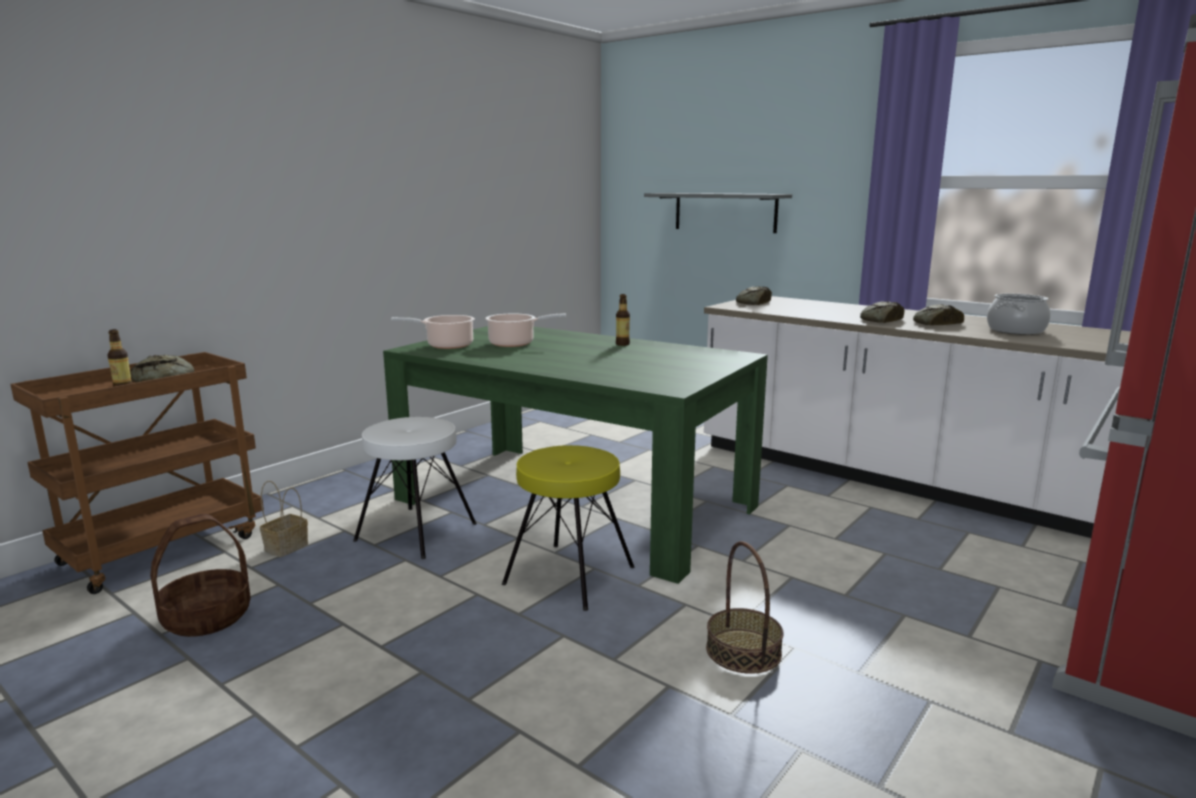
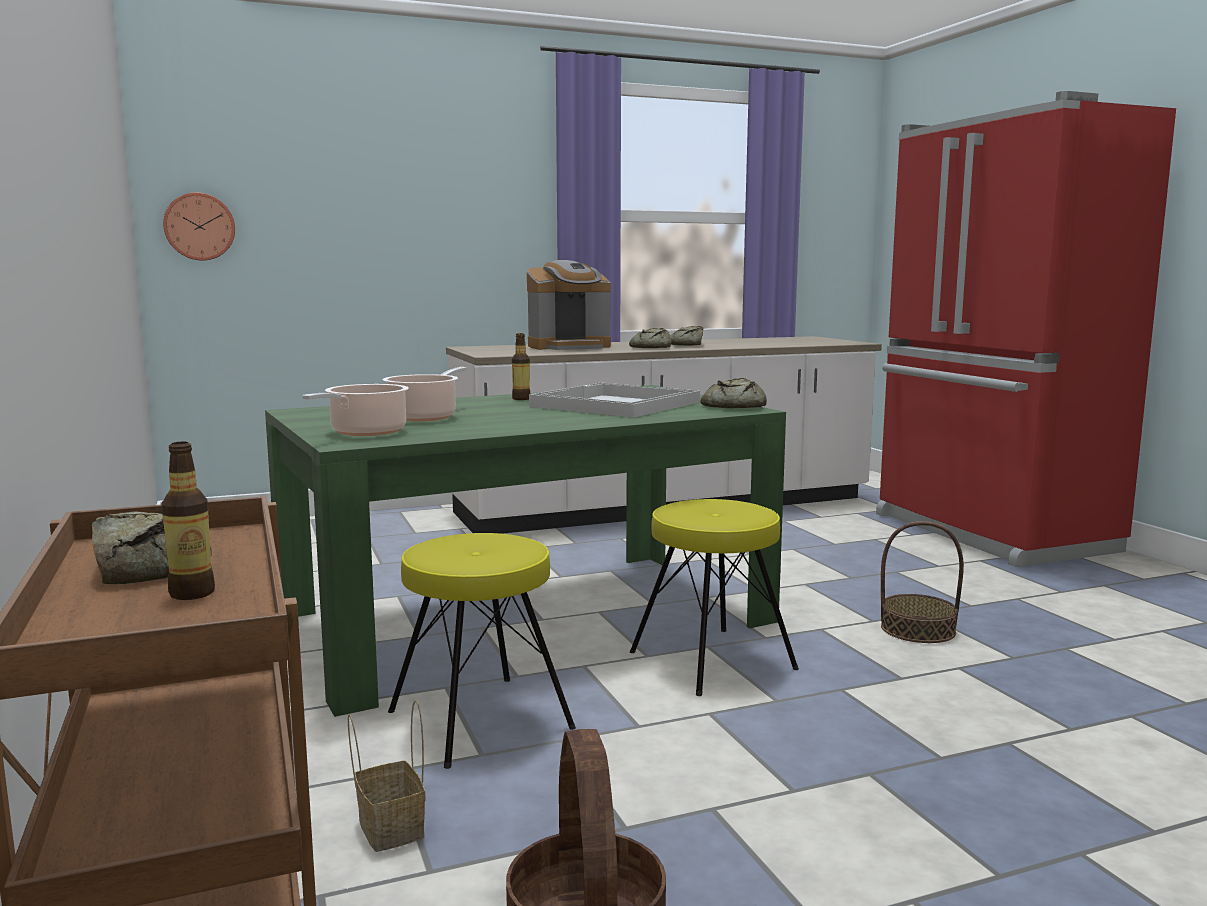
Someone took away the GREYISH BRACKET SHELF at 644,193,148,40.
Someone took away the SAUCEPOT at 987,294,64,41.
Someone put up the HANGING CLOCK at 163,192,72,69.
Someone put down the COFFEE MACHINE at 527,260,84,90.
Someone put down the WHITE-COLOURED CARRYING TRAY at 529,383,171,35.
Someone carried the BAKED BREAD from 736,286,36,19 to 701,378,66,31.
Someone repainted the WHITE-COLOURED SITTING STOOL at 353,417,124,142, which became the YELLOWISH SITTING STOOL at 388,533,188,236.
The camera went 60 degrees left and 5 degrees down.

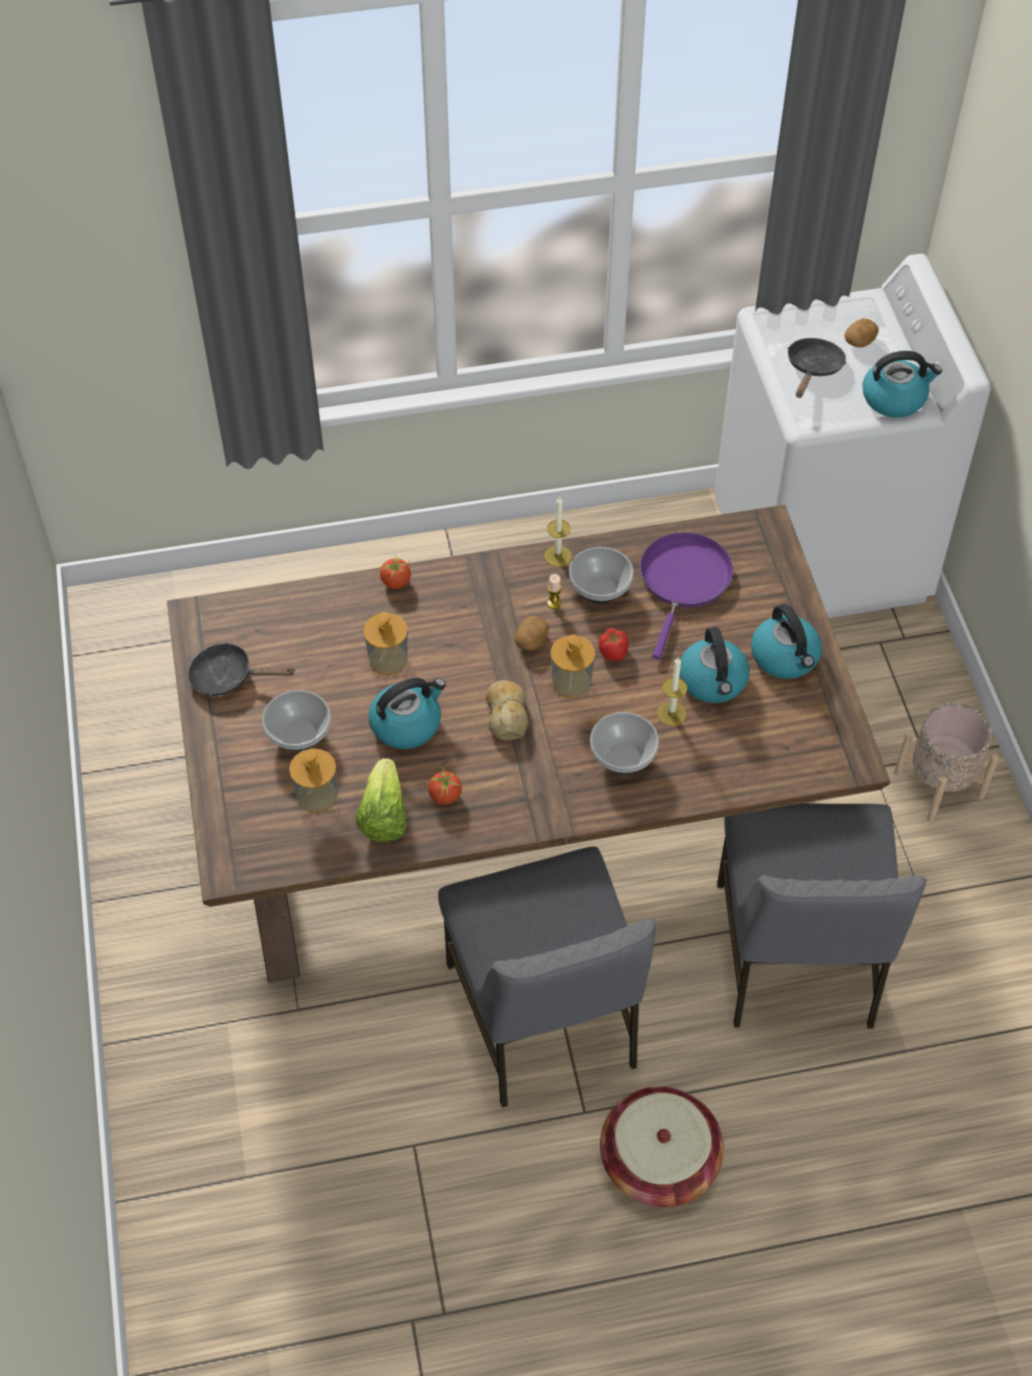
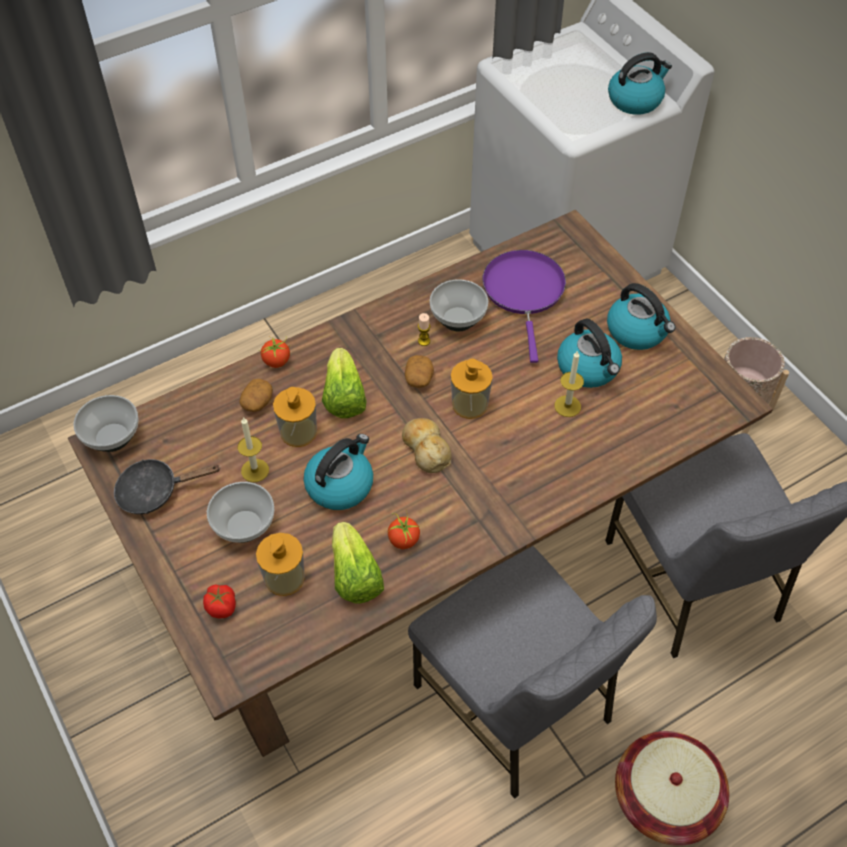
Someone took away the BLACKISH PAN at 788,338,58,60.
Someone put down the LETTUCE at 322,348,45,70.
Someone carried the CANDLE from 544,497,28,70 to 238,417,31,65.
Someone carried the DEEP DISH from 590,712,69,62 to 73,395,65,57.
Someone carried the TOMATO from 598,628,31,33 to 203,585,33,34.
Someone carried the SPUD from 844,318,35,30 to 239,379,34,33.
The camera went 20 degrees left and 0 degrees up.

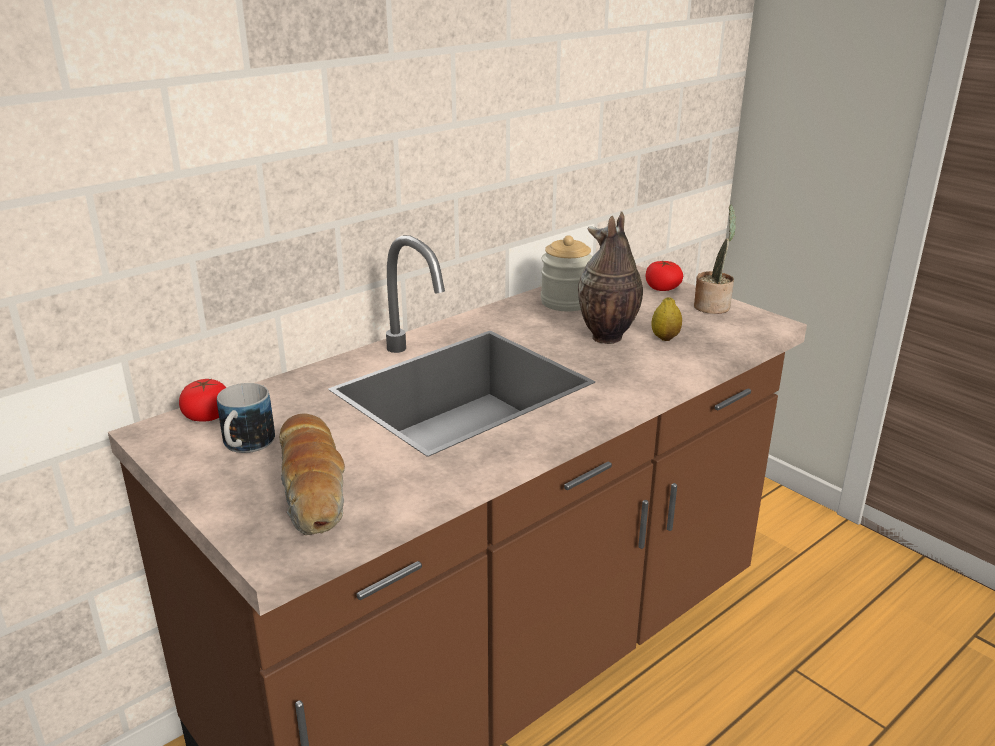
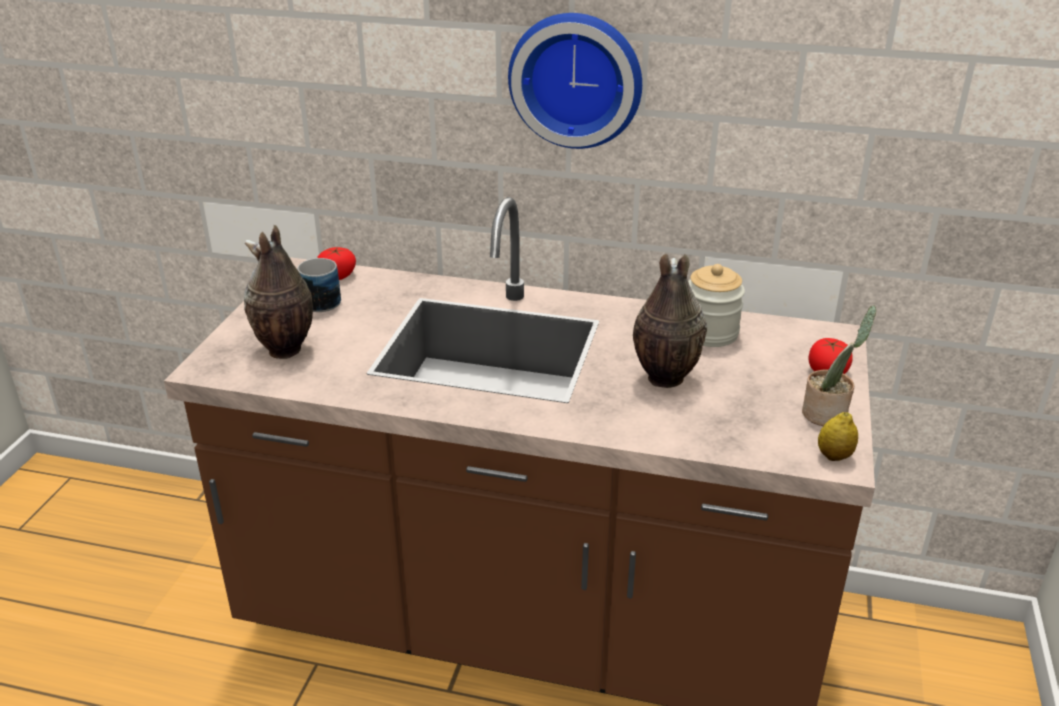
Someone put up the HANGING CLOCK at 508,13,134,136.
Someone carried the LEMON from 652,297,30,44 to 818,412,40,49.
Someone swapped the BAKED BREAD at 279,414,66,121 for the FLOWER VASE at 244,225,69,134.
The camera went 55 degrees right and 5 degrees up.

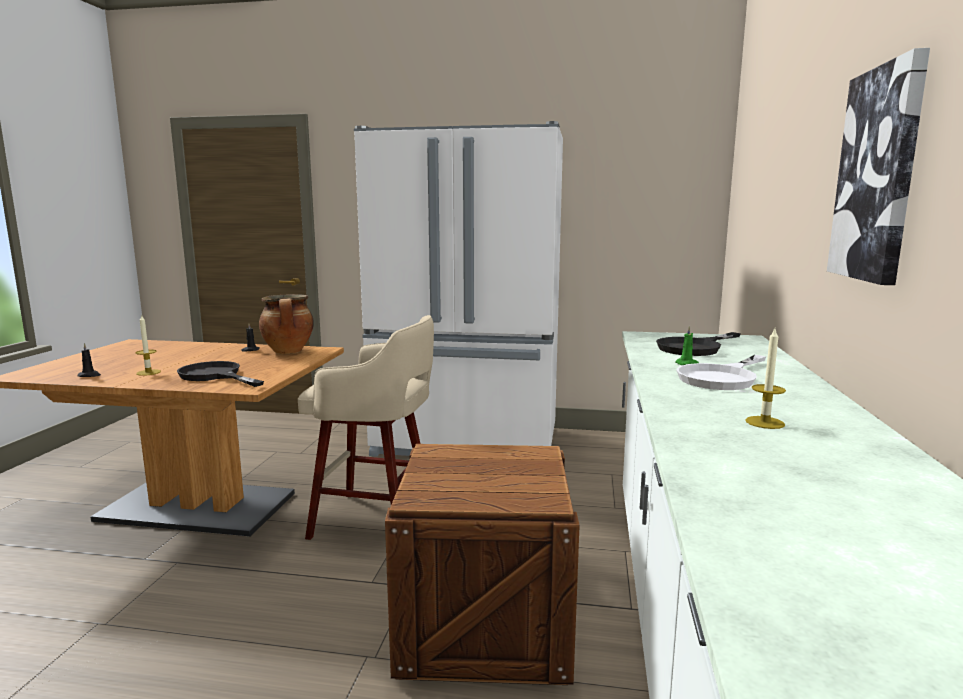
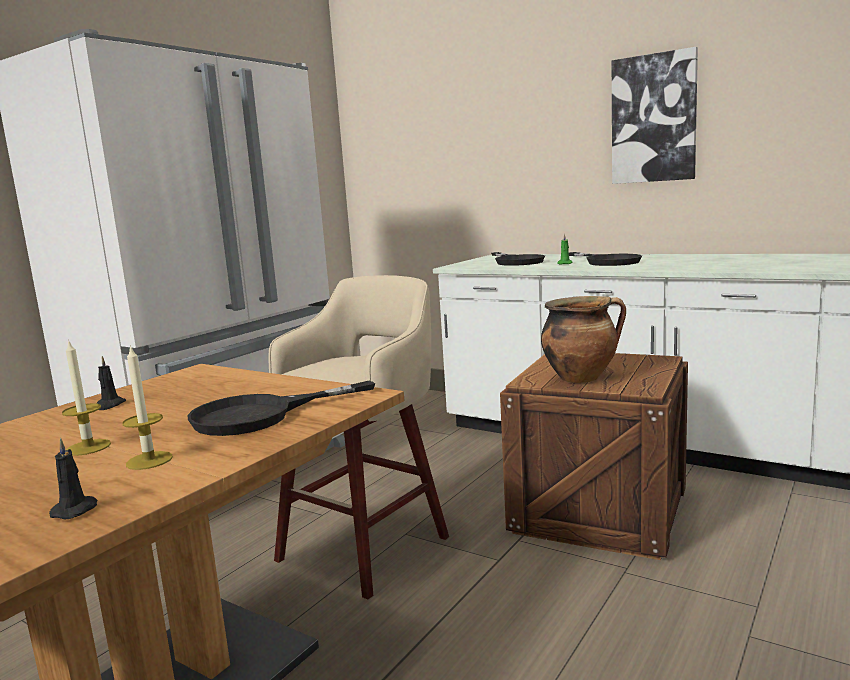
Someone carried the SAUCEPOT from 259,294,55,60 to 541,296,85,87.
Someone carried the CANDLE from 745,329,41,100 to 62,339,49,117.
Someone repainted the WHITE-COLOURED PAN at 677,355,89,35, which became the BLACKISH PAN at 569,252,73,14.
The camera went 65 degrees left and 0 degrees up.

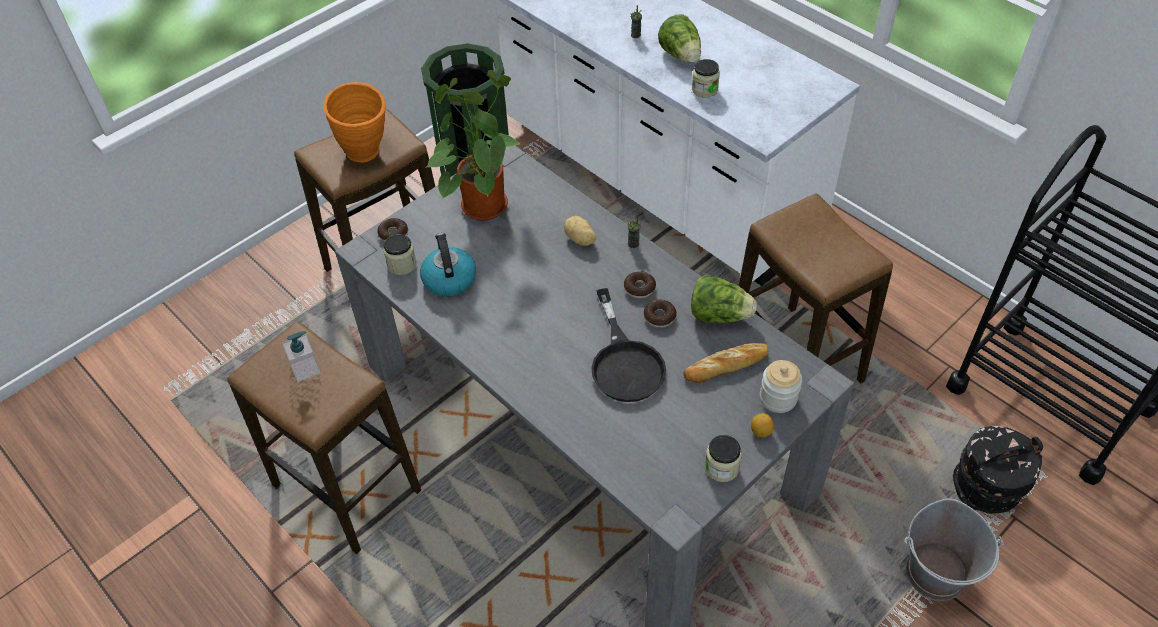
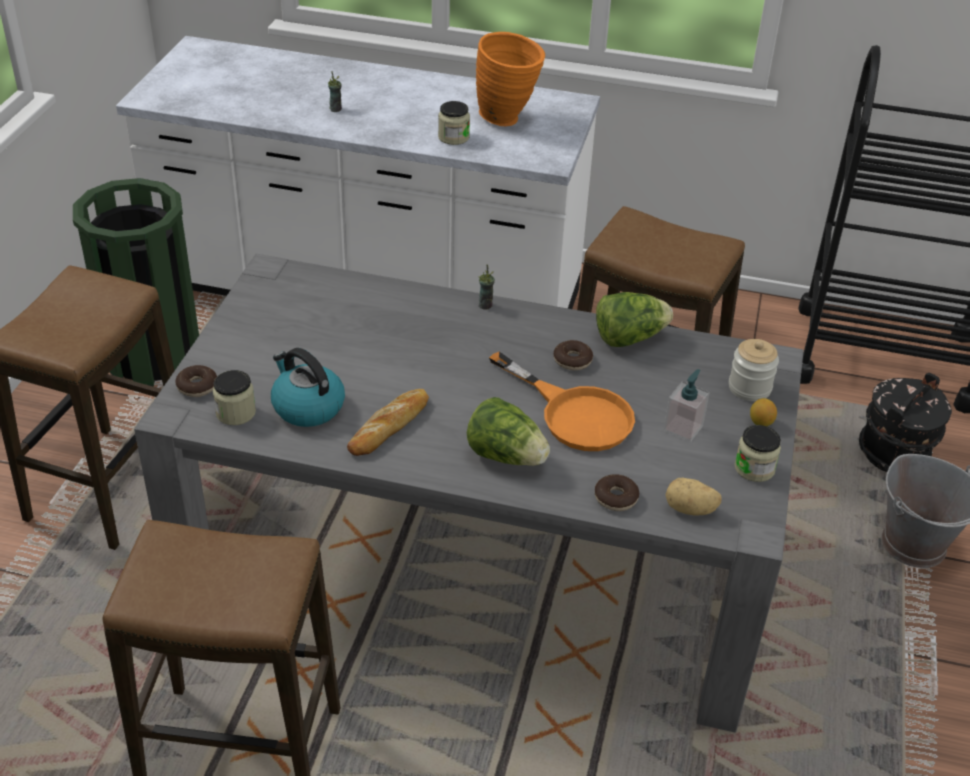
Someone took away the POTTED PLANT at 425,70,96,151.
Someone carried the SOAP DISPENSER from 282,331,39,51 to 664,369,46,73.
Someone carried the ORANGE FLOWER VASE from 323,82,63,81 to 476,32,69,94.
Someone carried the SPUD from 564,216,32,30 to 665,478,56,38.
Someone carried the RING DOUGHNUT from 624,271,32,28 to 595,474,44,37.
Someone carried the LETTUCE from 658,14,43,49 to 467,397,83,69.
Someone carried the BAKED BREAD from 684,343,84,40 to 347,389,82,67.
Someone repainted the BLACKISH PAN at 591,288,75,114, which became the ORANGE PAN at 489,352,146,99.
The camera went 35 degrees left and 10 degrees down.

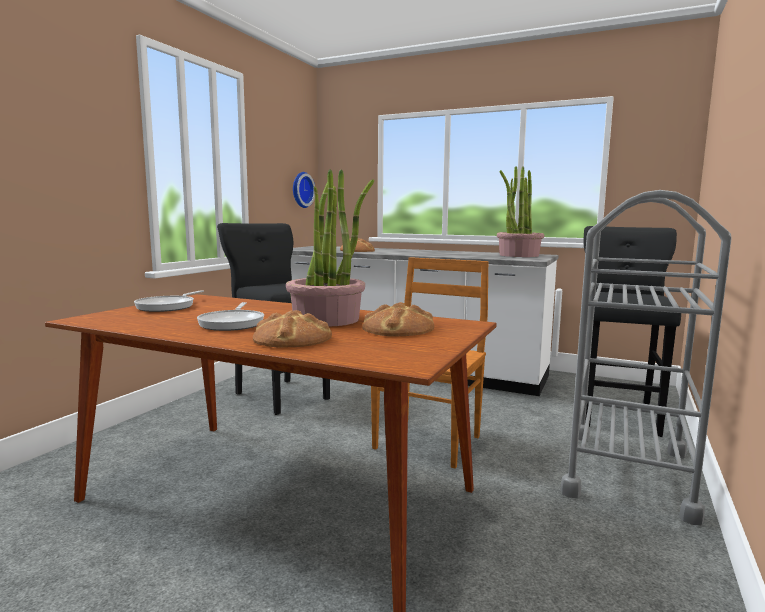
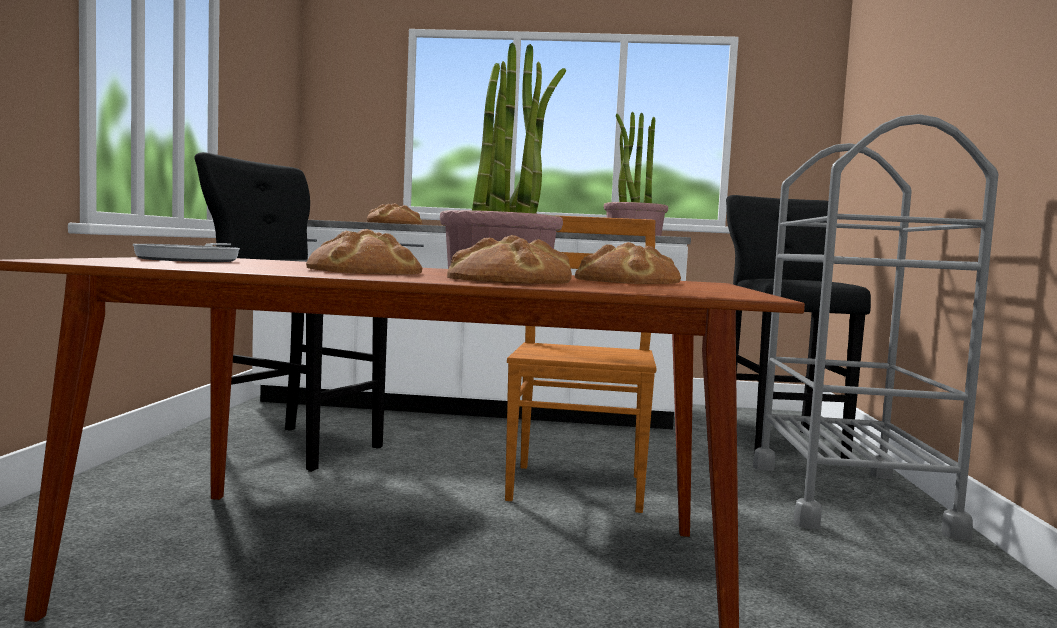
Someone took away the HANGING CLOCK at 293,172,22,36.
Someone swapped the PAN at 197,302,67,29 for the BAKED BREAD at 306,229,116,46.
The camera went 20 degrees left and 5 degrees down.

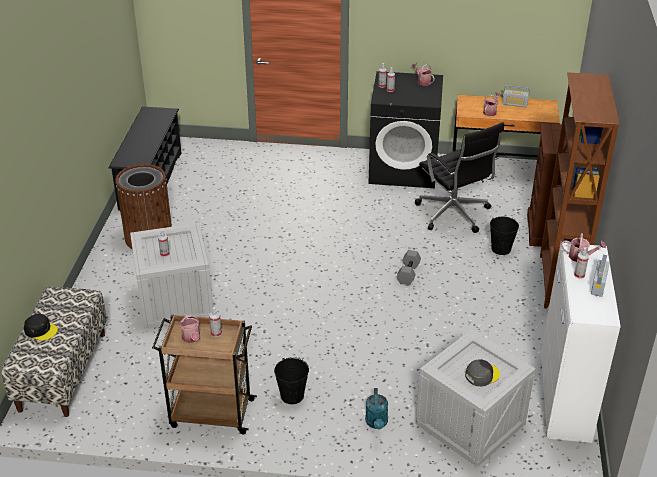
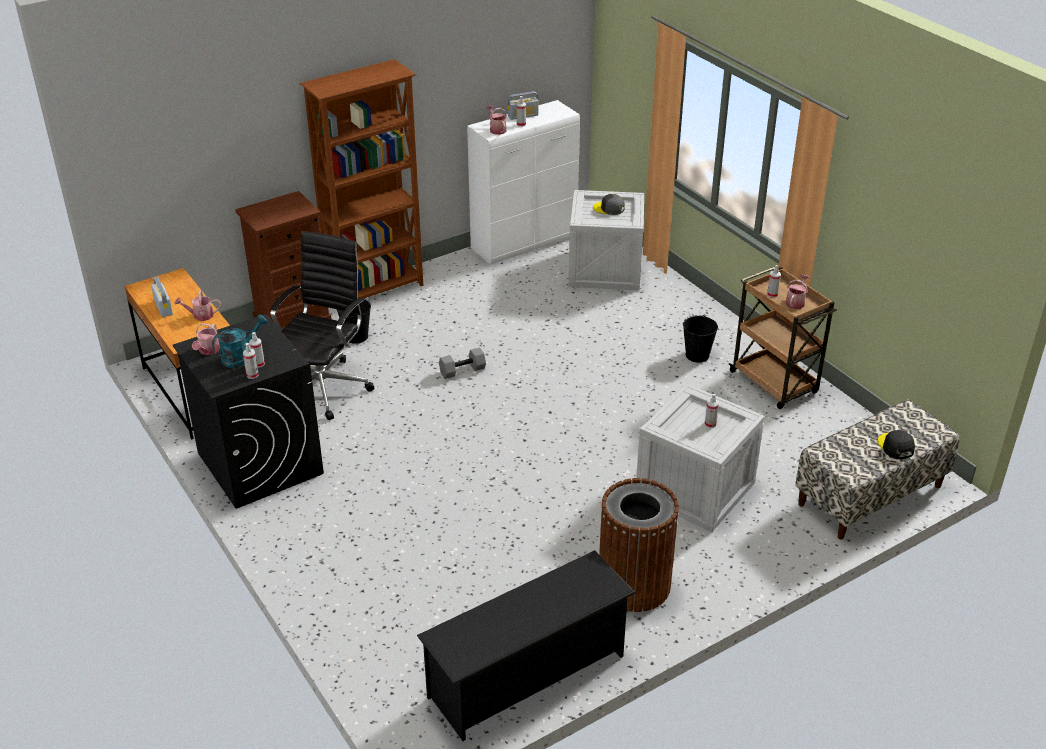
Someone carried the BLUE-GREEN SPRINKLING CAN from 365,388,23,41 to 212,314,56,54.
The camera went 130 degrees left and 0 degrees up.

